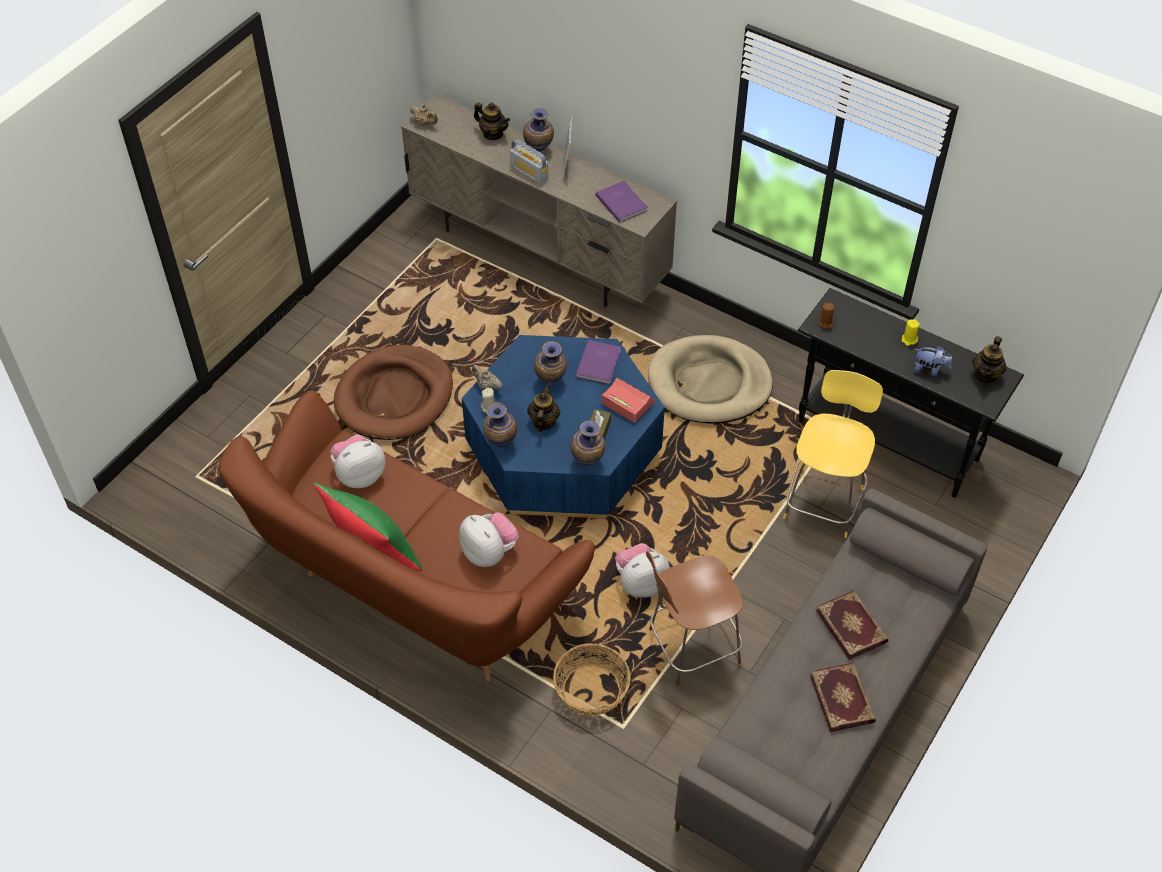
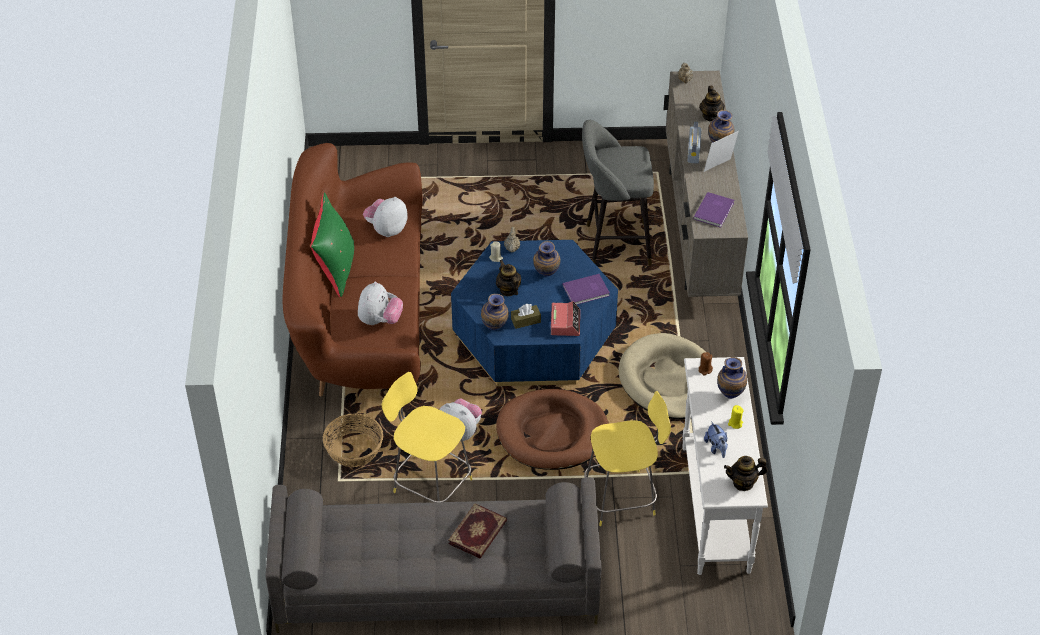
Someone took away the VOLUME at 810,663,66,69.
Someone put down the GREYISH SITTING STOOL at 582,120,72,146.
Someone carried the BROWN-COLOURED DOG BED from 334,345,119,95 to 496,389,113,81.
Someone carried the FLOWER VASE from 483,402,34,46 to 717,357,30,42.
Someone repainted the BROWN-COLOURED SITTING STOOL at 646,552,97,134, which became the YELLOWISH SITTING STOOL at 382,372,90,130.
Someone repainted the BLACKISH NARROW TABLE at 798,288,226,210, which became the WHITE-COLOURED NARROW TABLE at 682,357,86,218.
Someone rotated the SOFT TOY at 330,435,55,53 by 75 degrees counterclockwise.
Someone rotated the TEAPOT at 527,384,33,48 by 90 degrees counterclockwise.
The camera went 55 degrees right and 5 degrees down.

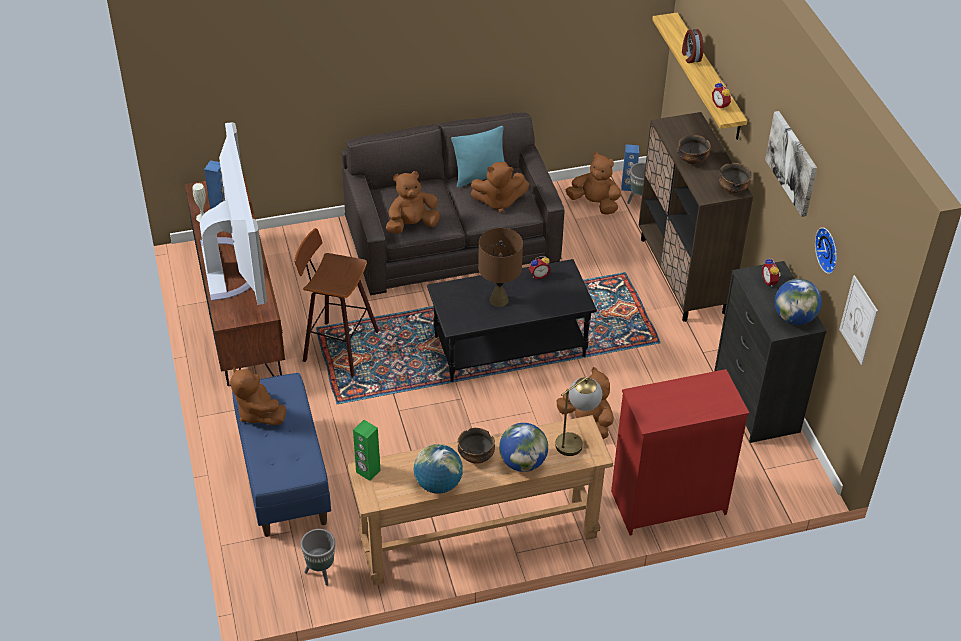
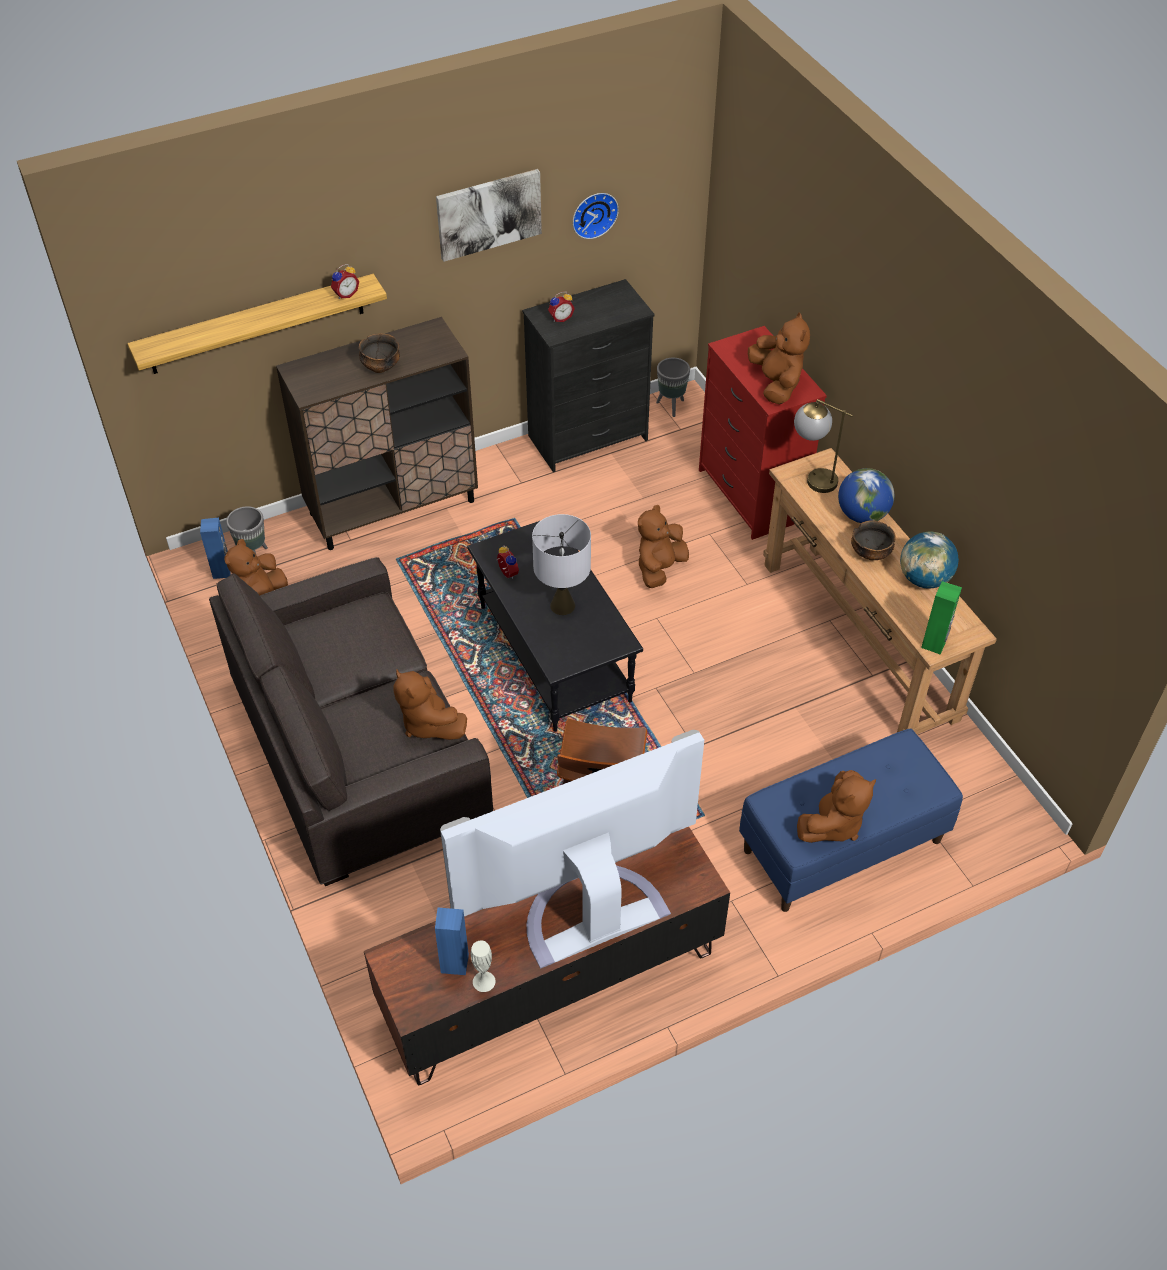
Someone took away the BLUE-GREEN CUSHION at 451,126,54,62.
Someone took away the TABLE CLOCK at 682,29,22,34.
Someone took away the DEEP DISH at 718,163,34,30.
Someone took away the WORLD GLOBE at 775,279,47,46.
Someone took away the WALL ART at 839,275,39,90.
Someone carried the GREYISH FLOWER POT from 301,529,34,57 to 656,358,34,59.
Someone carried the BROWN-COLOURED SOFT TOY from 470,162,59,51 to 748,313,62,92.
Someone repainted the BROWN-COLOURED TABLETOP LAMP at 478,228,45,79, which became the GREYISH TABLETOP LAMP at 532,514,59,101.
The camera went 100 degrees left and 5 degrees up.

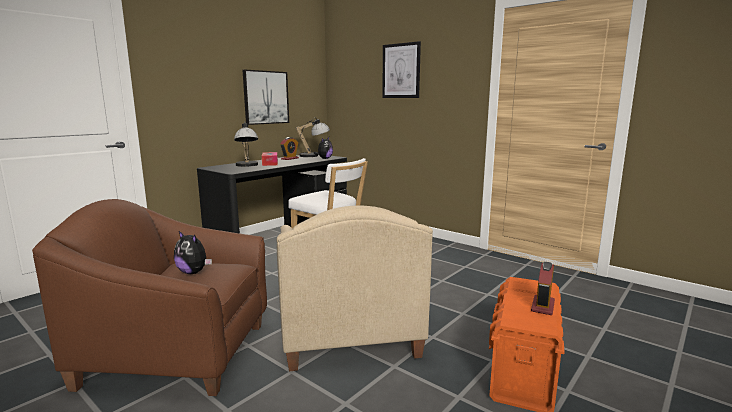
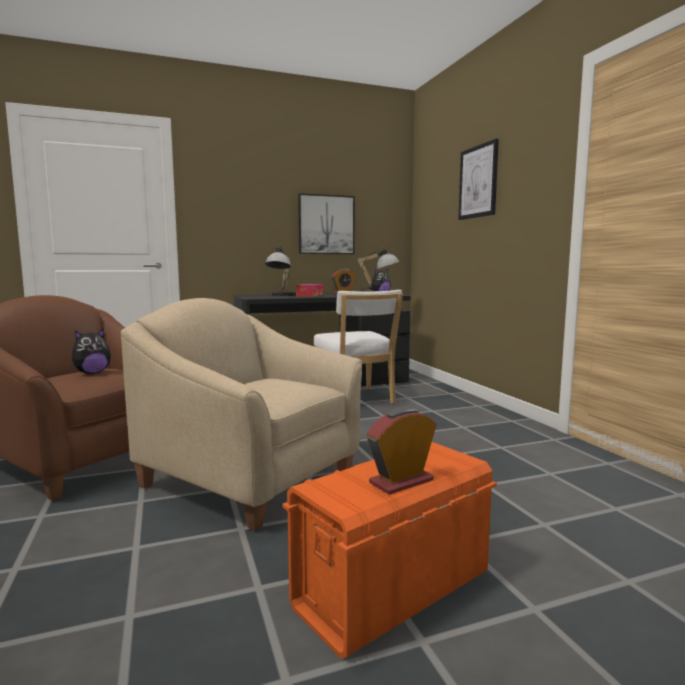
Someone rotated the SOFT TOY at 174,231,38,43 by 105 degrees counterclockwise.
Someone rotated the SAND-COLOURED LOUNGE CHAIR at 277,206,156,165 by 105 degrees clockwise.
The camera went 30 degrees right and 5 degrees down.

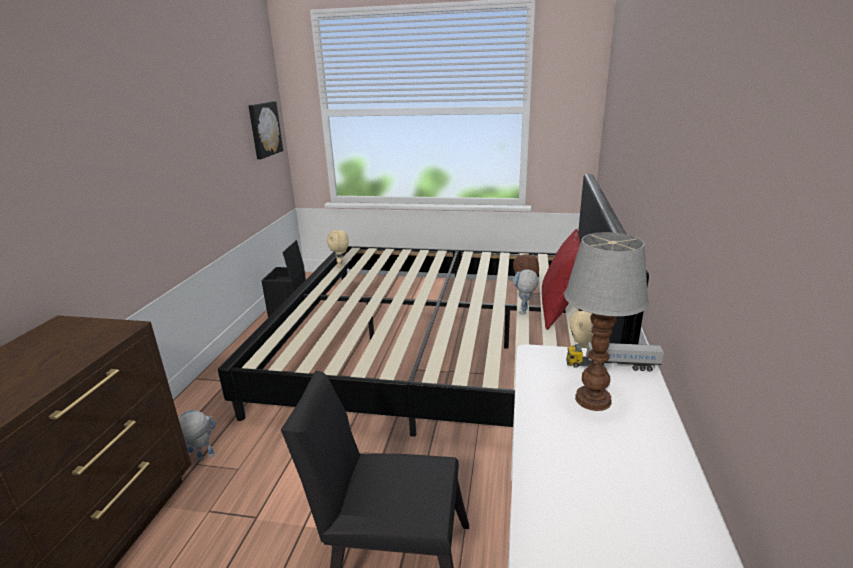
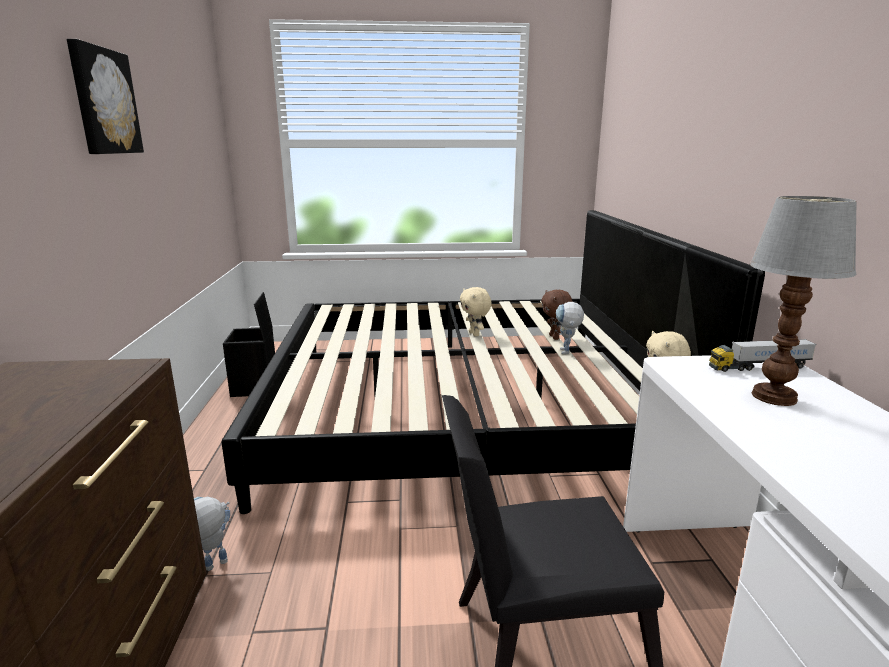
Someone took away the RED-COLOURED CUSHION at 542,229,39,101.
Someone carried the WALL ART from 248,101,35,58 to 67,39,77,115.
Someone carried the SAND-COLOURED SOFT TOY from 327,230,22,37 to 460,287,32,49.
The camera went 15 degrees left and 5 degrees down.

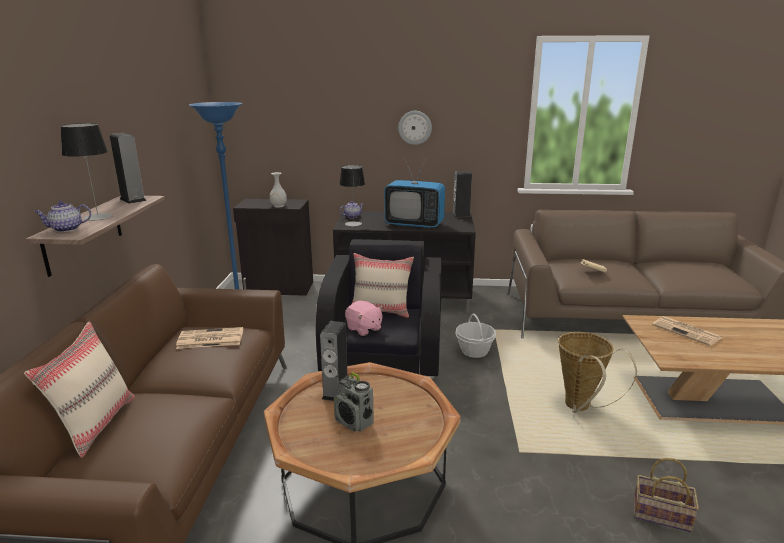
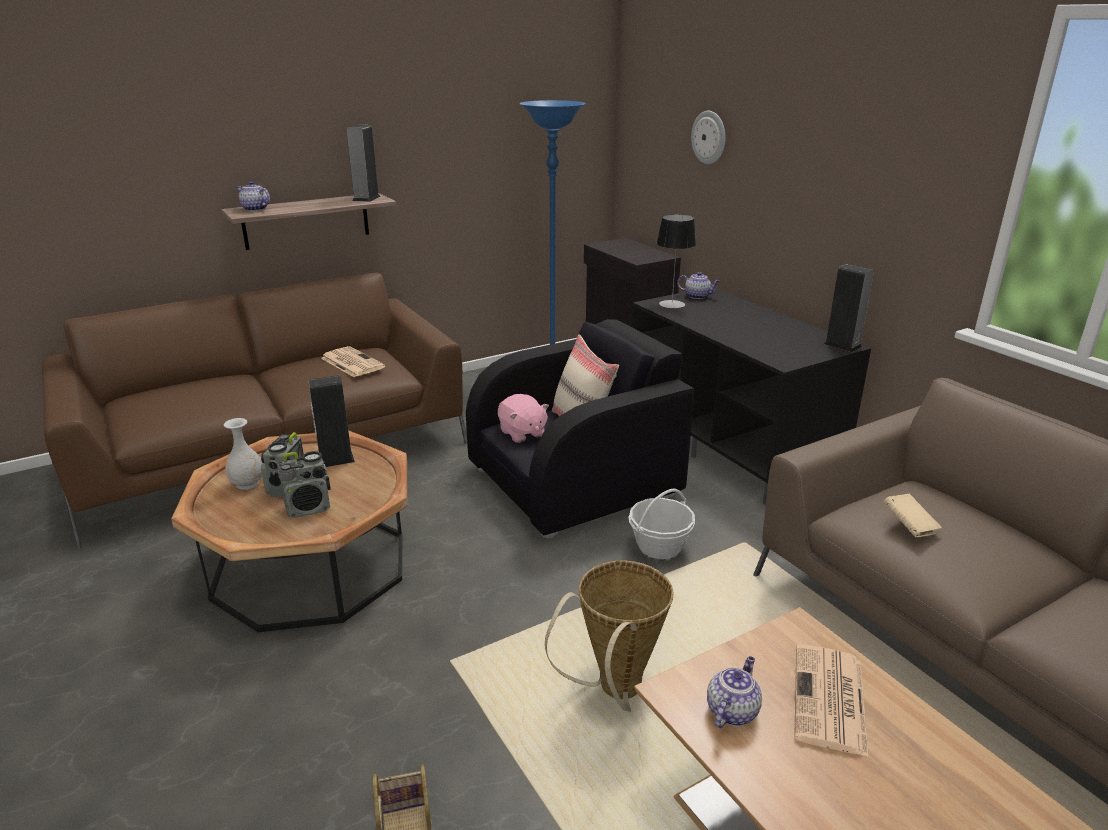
Someone took away the SAND-COLOURED CUSHION at 24,322,111,136.
Someone took away the TABLETOP LAMP at 60,123,53,97.
Someone took away the TELEVISION at 384,155,61,73.
Someone put down the RADIO SET at 277,451,54,67.
Someone put down the TEAPOT at 707,656,55,72.
Someone carried the WHITE-COLOURED FLOWER VASE from 270,172,17,36 to 224,418,38,72.
Someone carried the HANGING CLOCK from 398,111,34,34 to 691,111,35,53.
Someone rotated the PINKISH SOFT TOY at 345,301,38,35 by 45 degrees counterclockwise.
The camera went 55 degrees right and 5 degrees up.

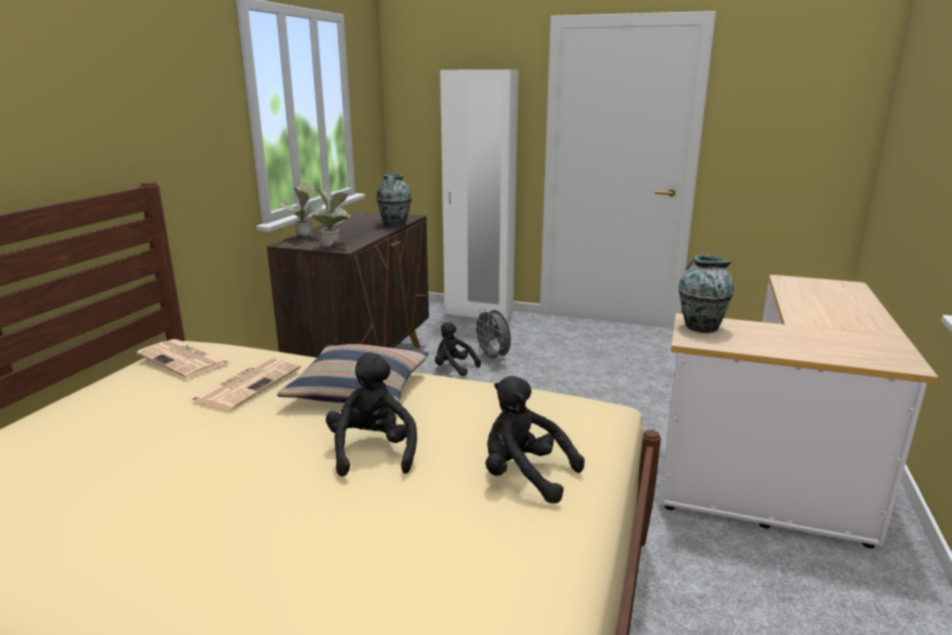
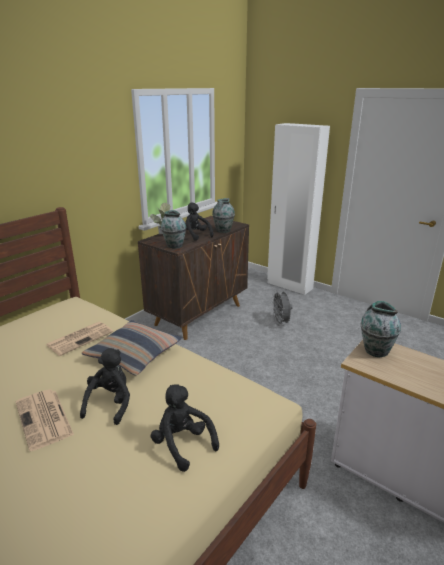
Someone carried the PRINTED PAPER from 137,339,94,40 to 16,389,58,62.
Someone carried the BLACKISH SOFT TOY from 435,322,46,54 to 185,202,29,39.
Someone swapped the POTTED PLANT at 312,189,38,58 for the FLOWER VASE at 161,210,25,38.
The camera went 20 degrees right and 5 degrees up.

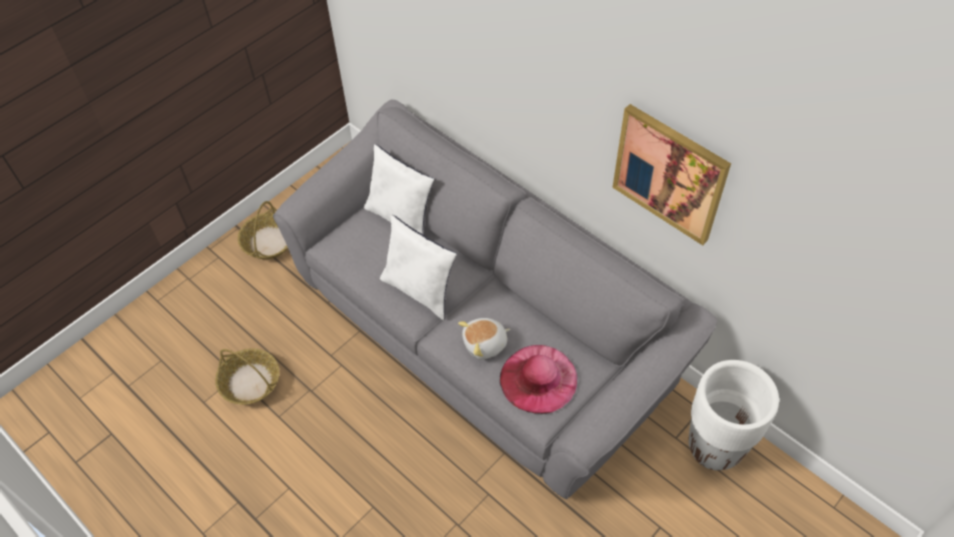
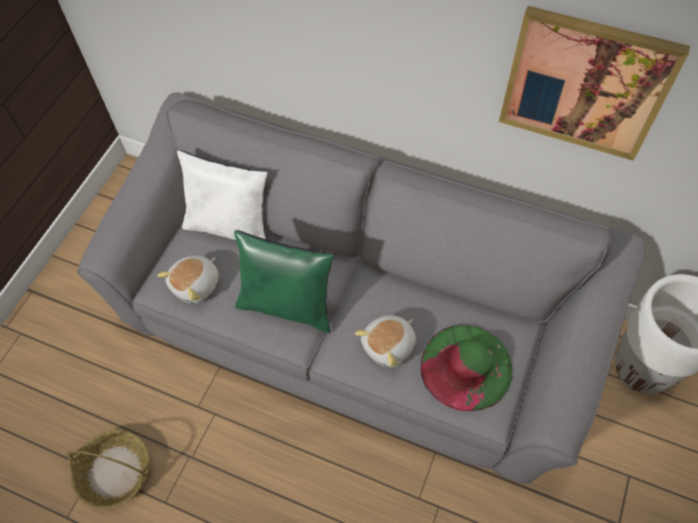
Someone took away the BASKET at 238,201,50,58.
Someone put down the SOFT TOY at 157,256,62,48.
Someone repainted the WHITE-COLOURED CUSHION at 380,215,77,105, which became the GREEN CUSHION at 234,230,100,103.
Someone repainted the PINKISH HAT at 500,345,77,69, which became the GREEN HAT at 421,325,91,86.
The camera went 20 degrees left and 5 degrees up.

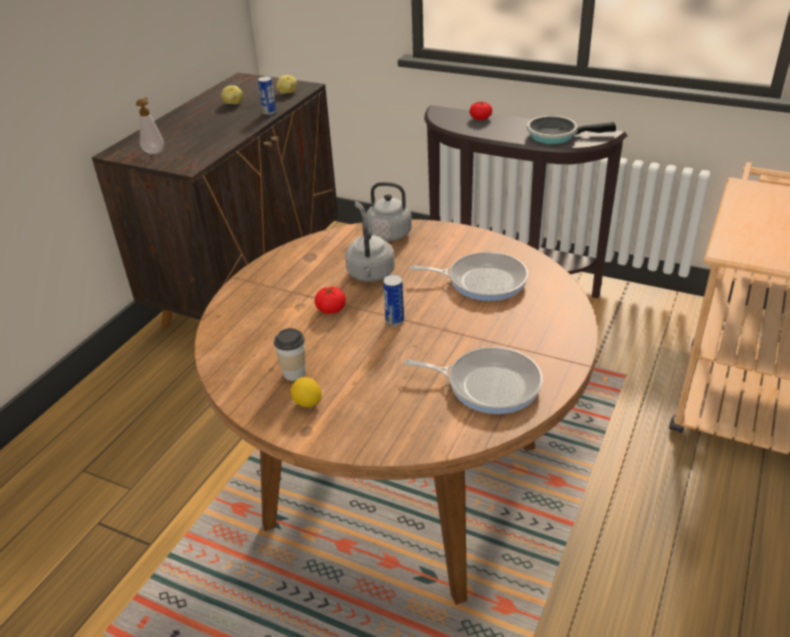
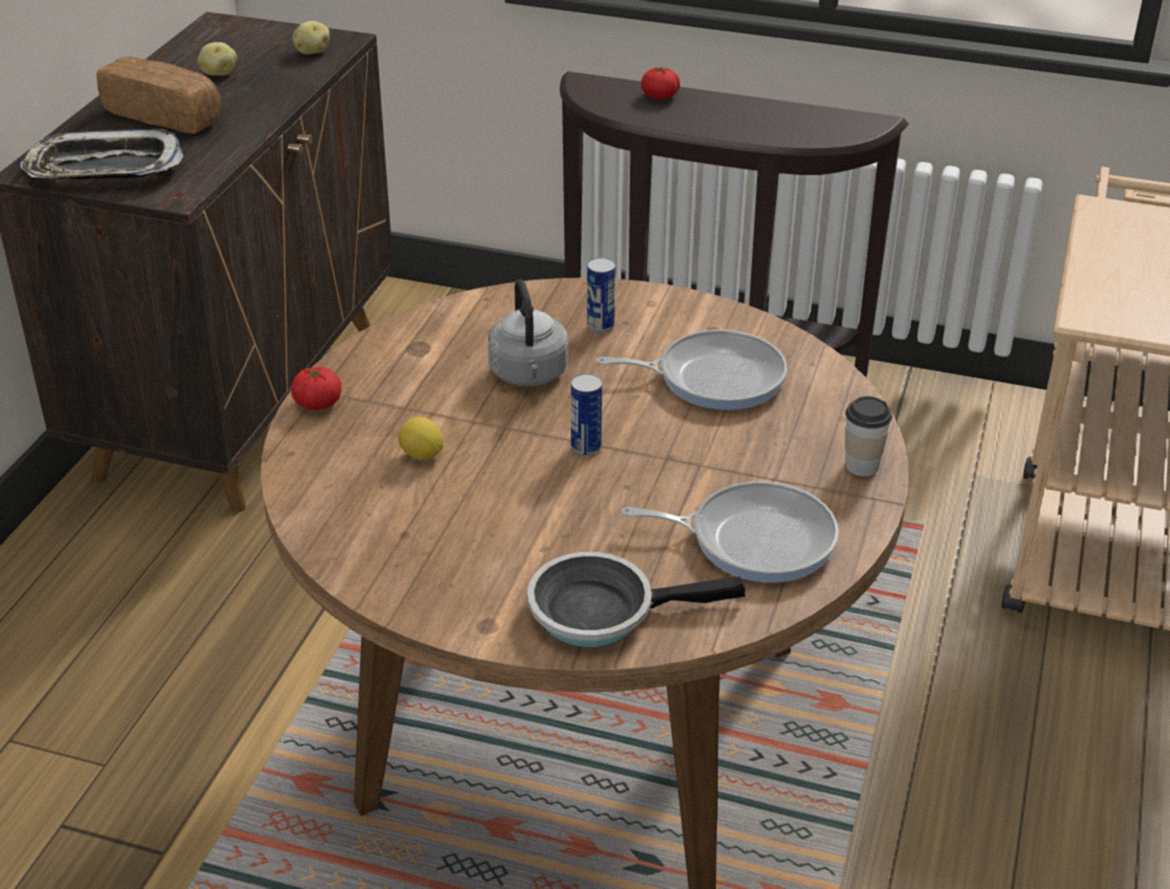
Someone took away the GREYISH KETTLE at 355,182,57,59.
Someone put down the BAKED BREAD at 96,56,125,78.
Someone carried the METAL CAN from 258,76,18,39 to 587,258,29,75.
Someone carried the CUP from 274,328,32,53 to 845,396,47,80.
Someone carried the LEMON from 290,377,32,30 to 398,417,46,43.
Someone carried the TOMATO from 315,287,31,27 to 291,367,51,43.
Someone carried the PAN from 527,116,89,28 to 527,552,219,95.
Someone swapped the SOAP DISPENSER at 136,98,28,56 for the CARRYING TRAY at 20,129,163,51.
The camera went 10 degrees left and 0 degrees up.

